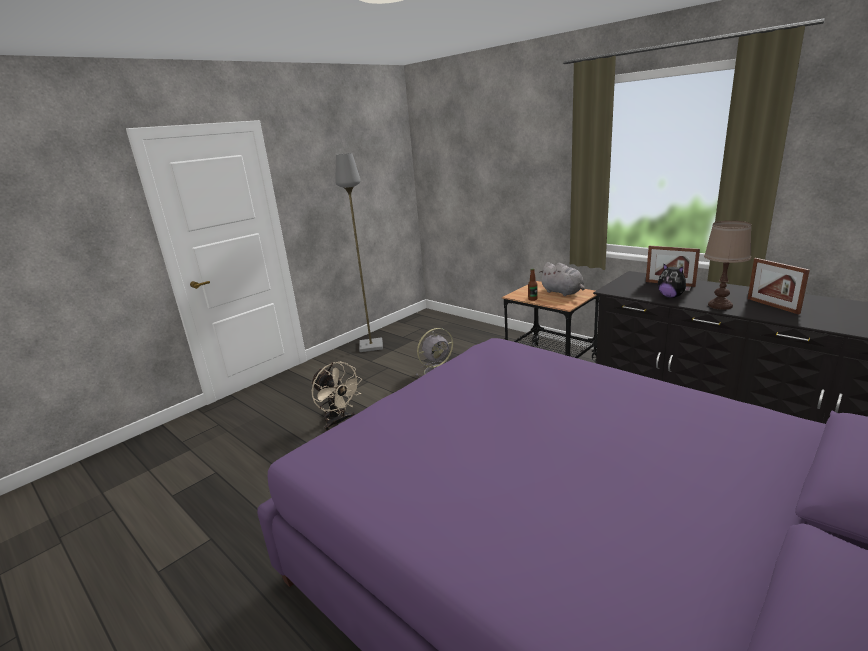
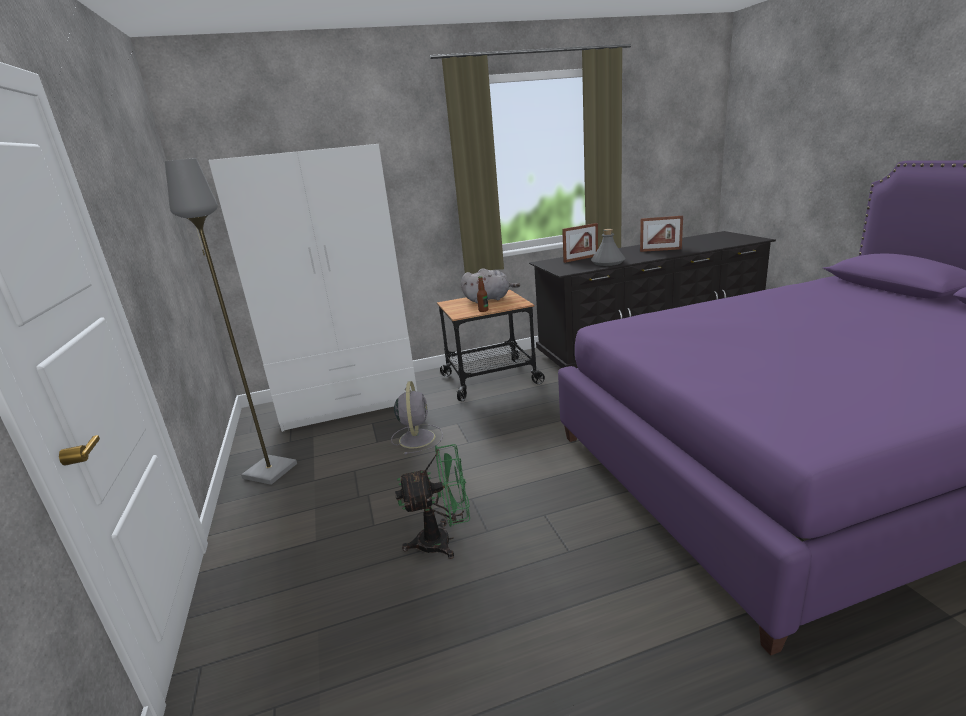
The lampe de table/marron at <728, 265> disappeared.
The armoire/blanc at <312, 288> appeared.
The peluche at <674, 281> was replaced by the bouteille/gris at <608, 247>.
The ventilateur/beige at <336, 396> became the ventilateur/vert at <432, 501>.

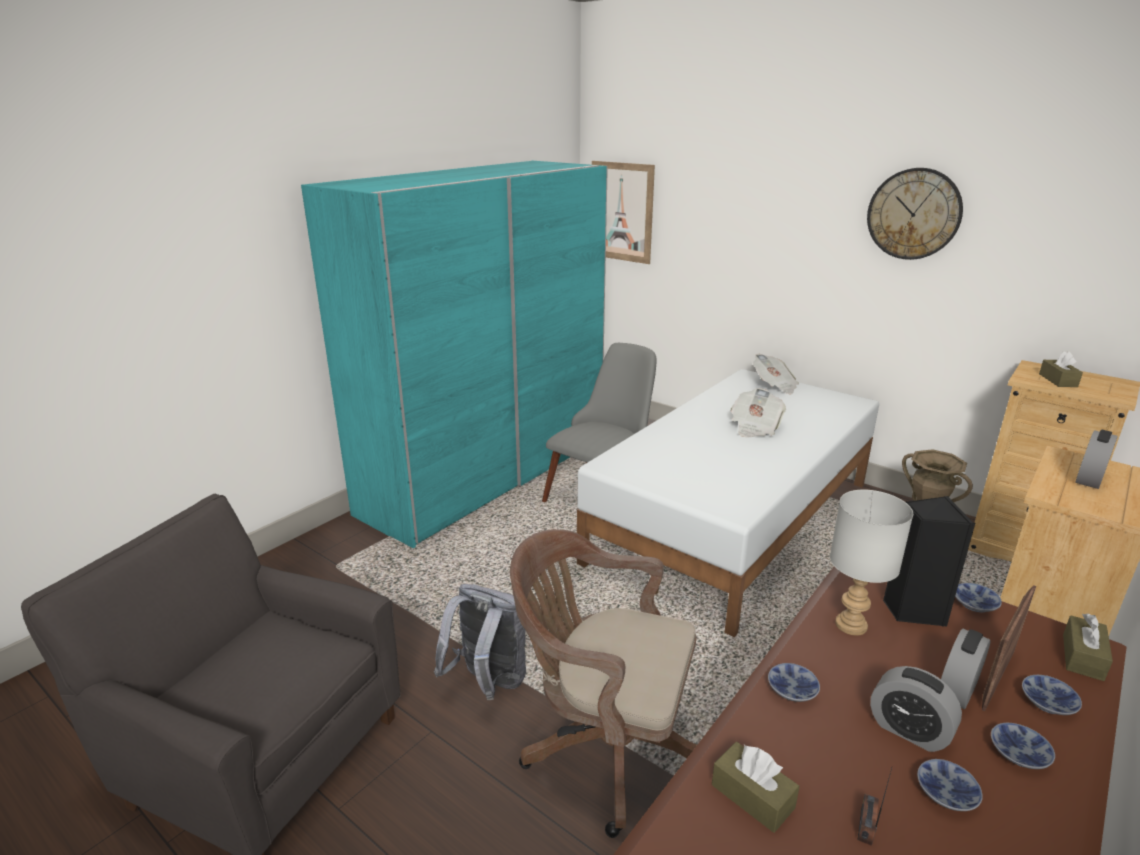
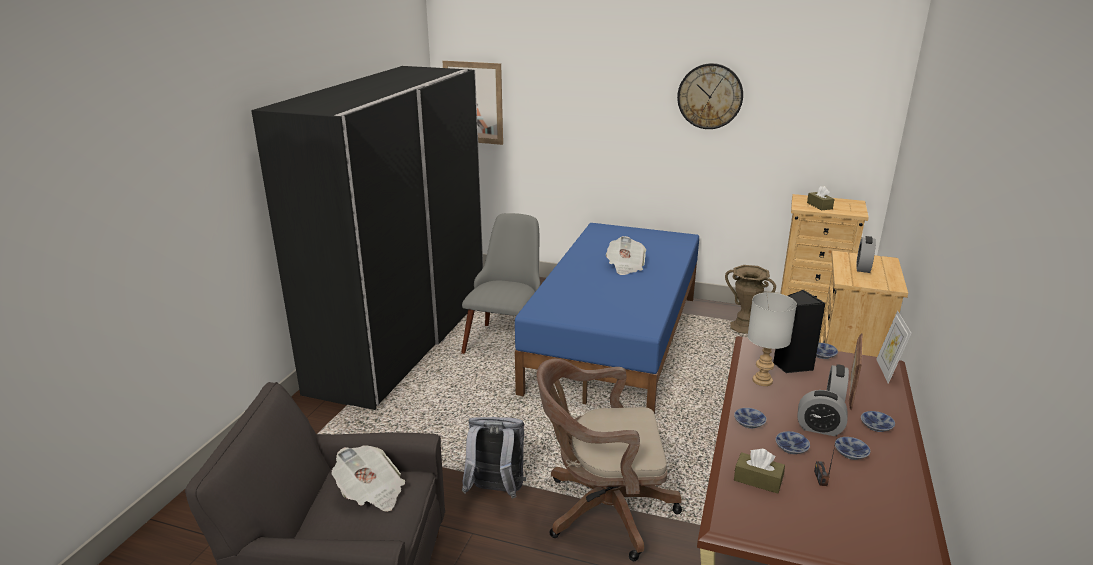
The journal moved from <776, 374> to <369, 478>.
The bol moved from <1052, 695> to <793, 442>.
The boîte à mouchoirs/marron at <1088, 647> was replaced by the cadre photo at <893, 347>.
The armoire/turquoise at <454, 354> became the armoire/noir at <367, 238>.
The lit/blanc at <728, 503> became the lit/bleu at <607, 318>.

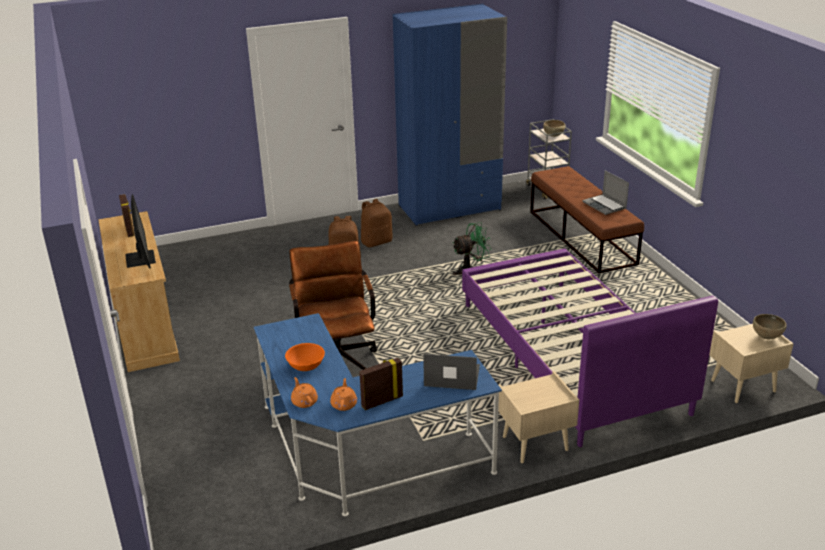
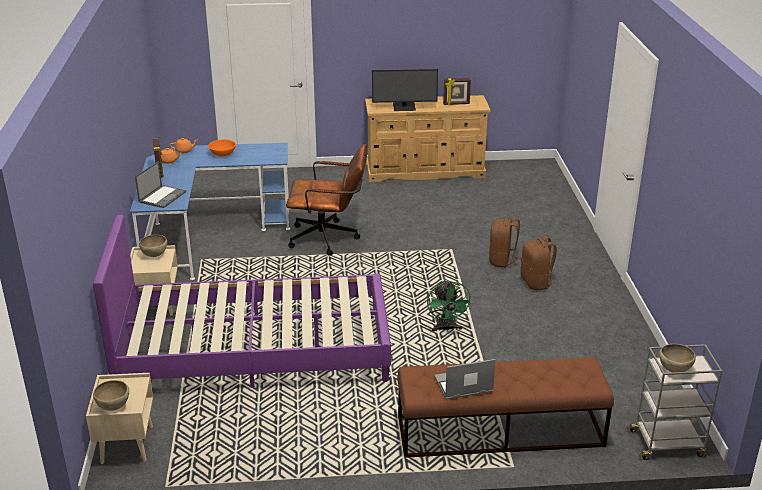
The armoire/bleu at <450, 115> disappeared.
The bol/marron at <153, 246> appeared.

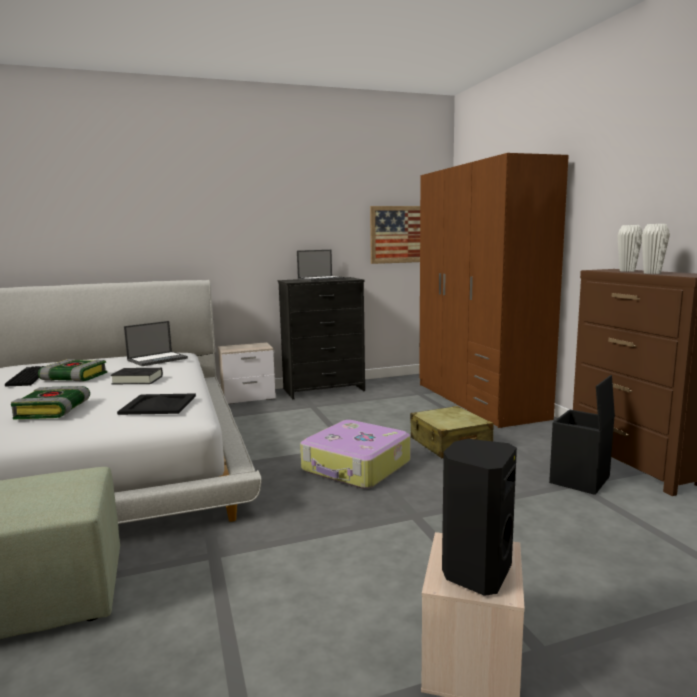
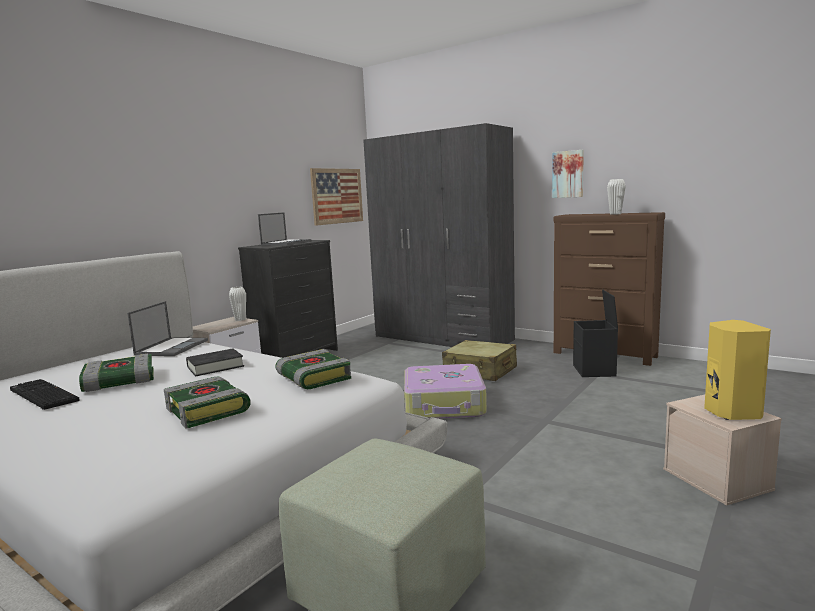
The tableau at <568, 174> appeared.
The vase/blanc moved from <630, 248> to <237, 304>.
The plateau/noir at <156, 404> was replaced by the livre at <313, 369>.
The armoire/marron at <494, 290> became the armoire/gris at <439, 235>.
The enceinte/noir at <479, 517> became the enceinte/jaune at <737, 370>.

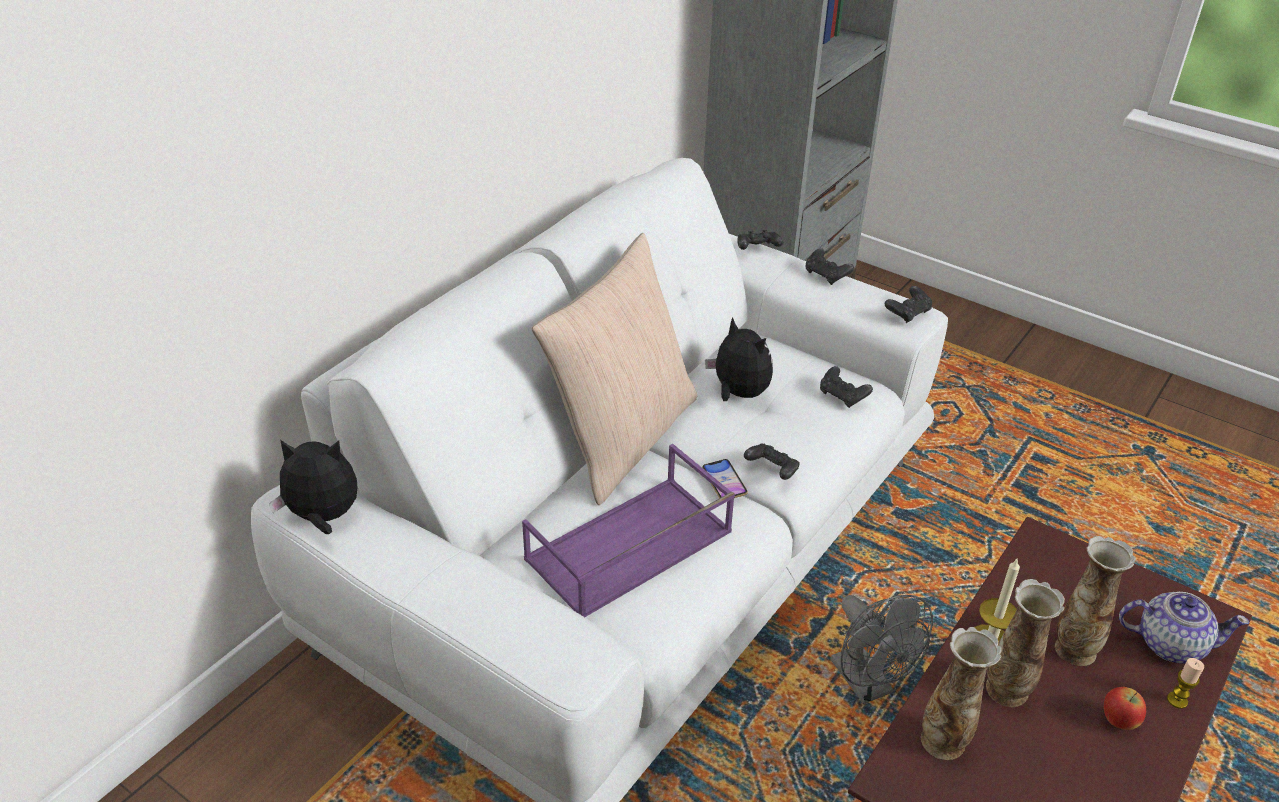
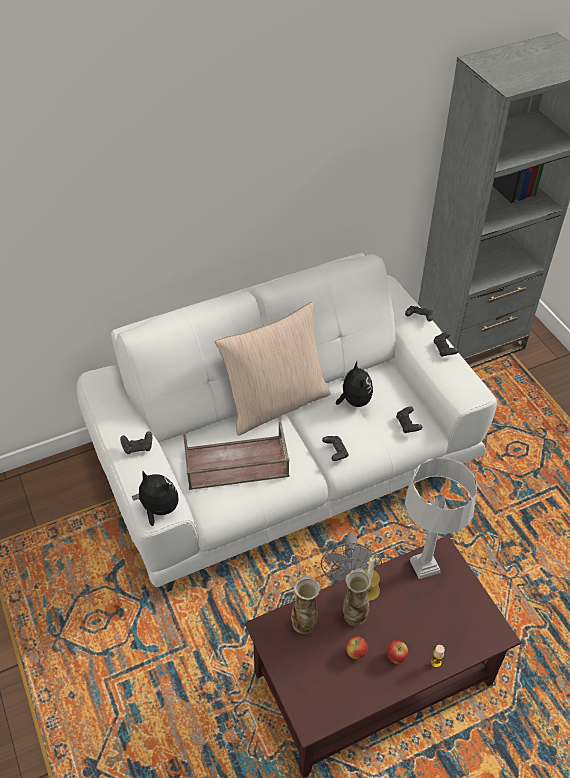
The téléphone at <725, 478> disappeared.
The vase at <1095, 601> disappeared.
The théière at <1184, 628> disappeared.
The pomme at <357, 647> appeared.
The lampe de table/gris at <441, 518> appeared.
The peluche moved from <313, 487> to <155, 498>.
The manette/noir moved from <908, 304> to <136, 443>.
The plateau/violet at <628, 530> became the plateau/marron at <236, 455>.

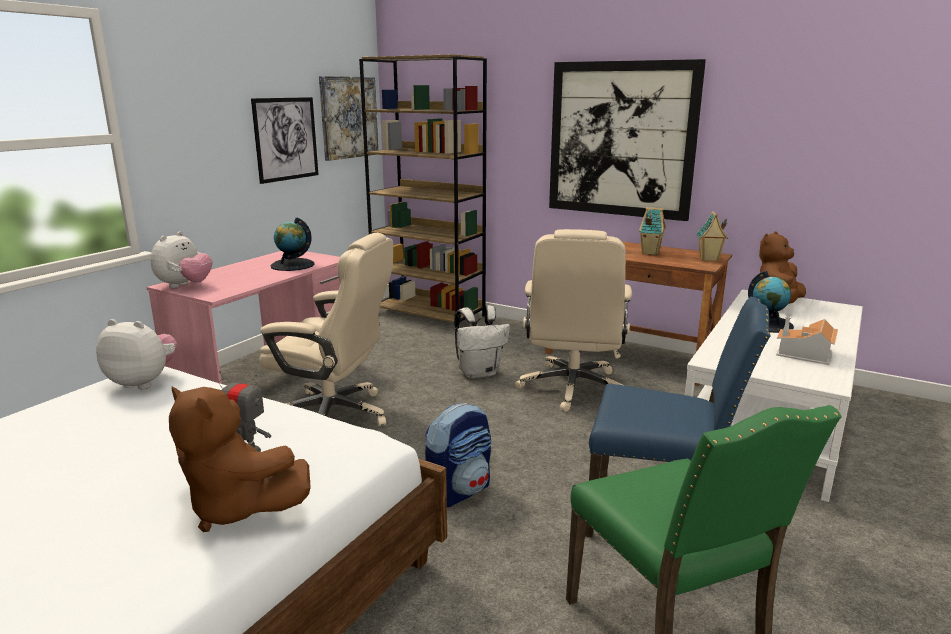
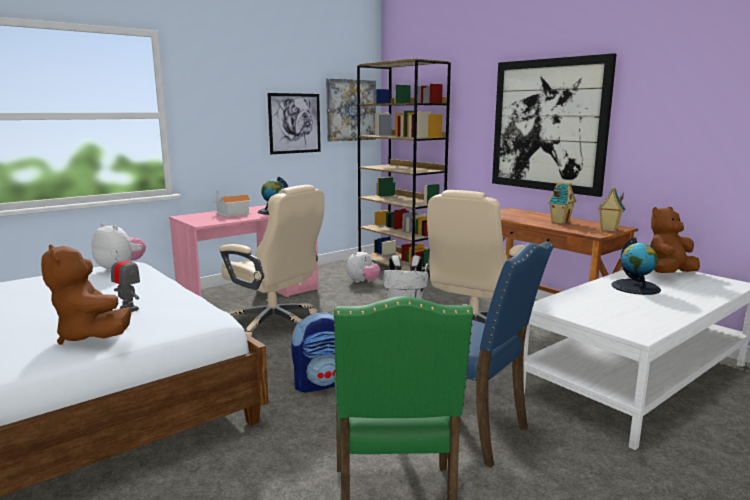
The peluche moved from <181, 259> to <363, 266>.
The maison miniature moved from <807, 340> to <234, 203>.

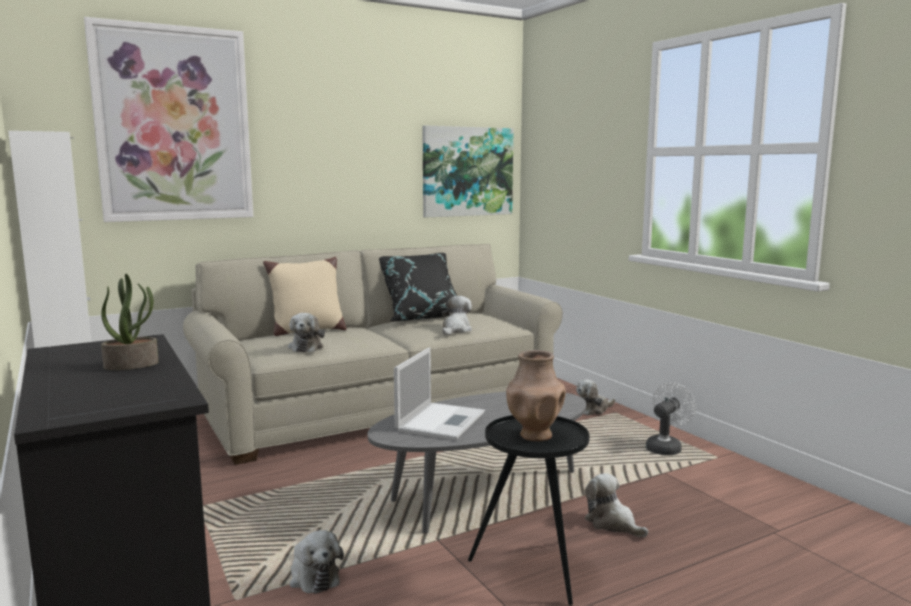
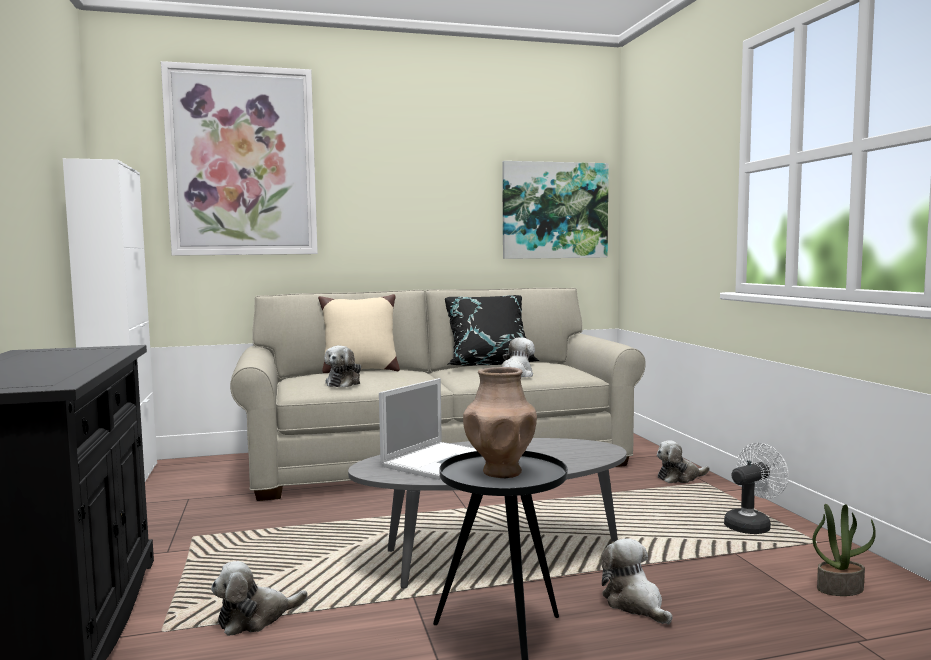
The plante en pot moved from <130, 322> to <844, 550>.
The peluche at <317, 562> turned 75 degrees clockwise.

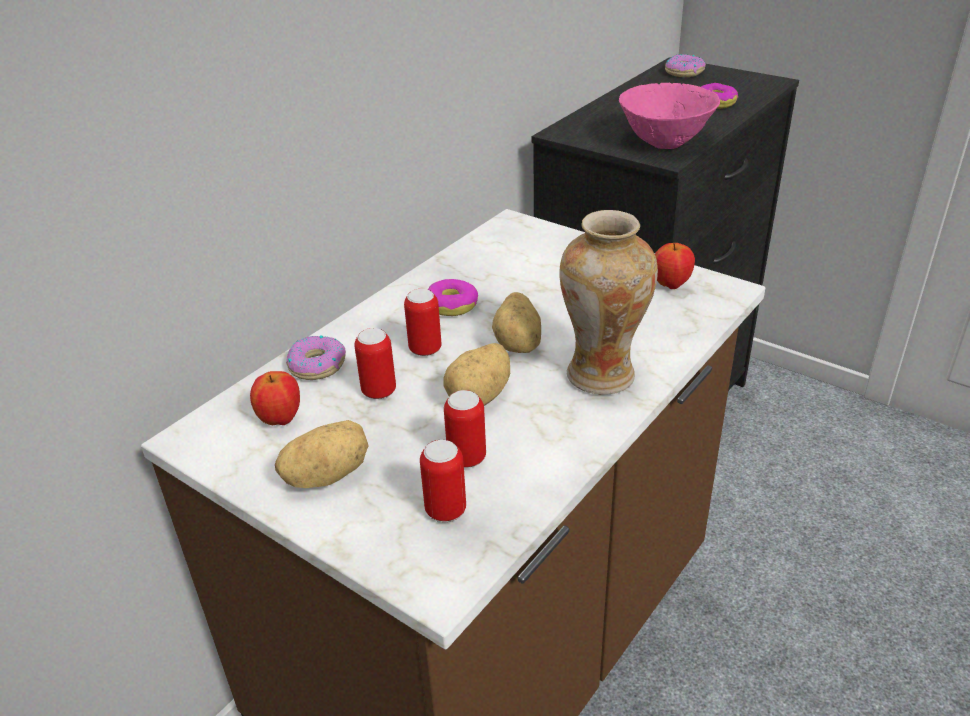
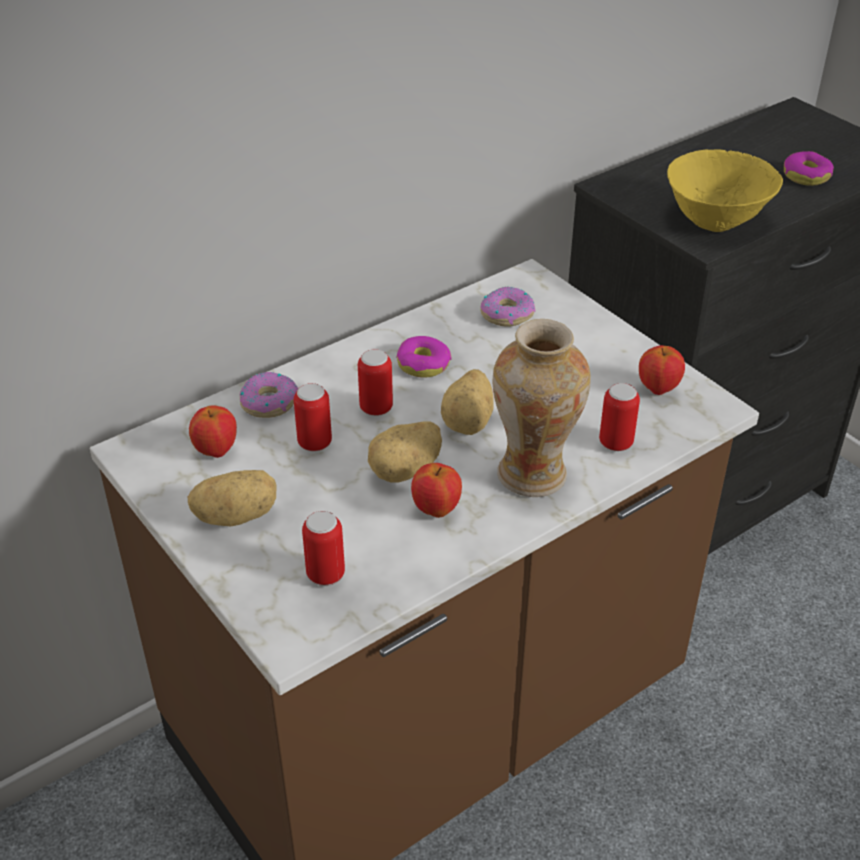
The pomme at <436, 490> appeared.
The boîte métallique moved from <465, 429> to <619, 417>.
The beignet moved from <685, 65> to <507, 307>.
The bol/rose at <669, 116> became the bol/jaune at <725, 190>.

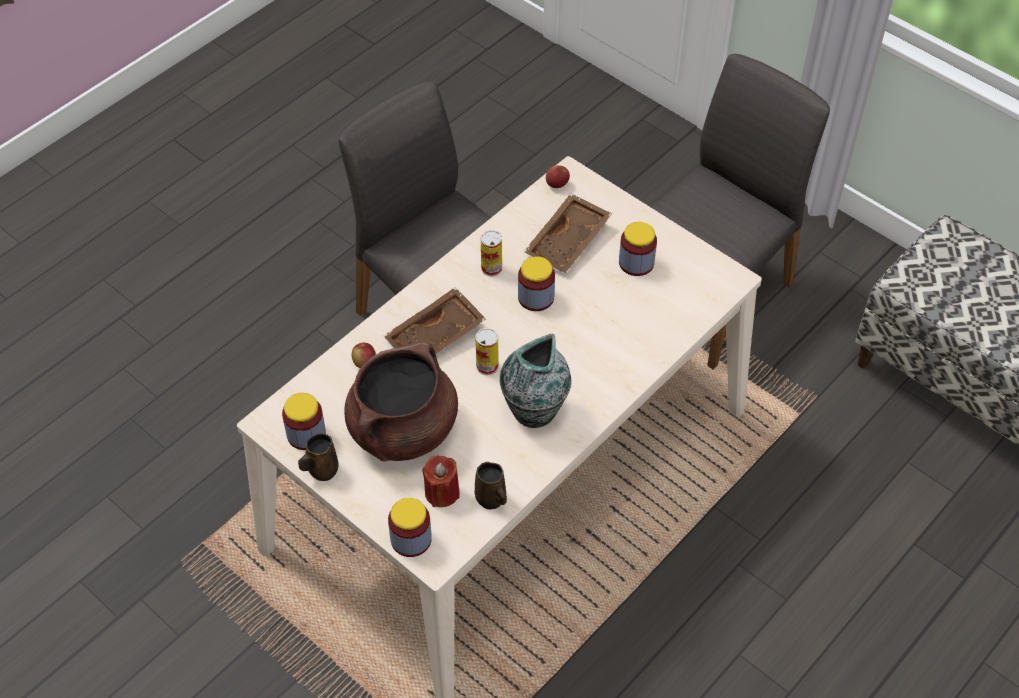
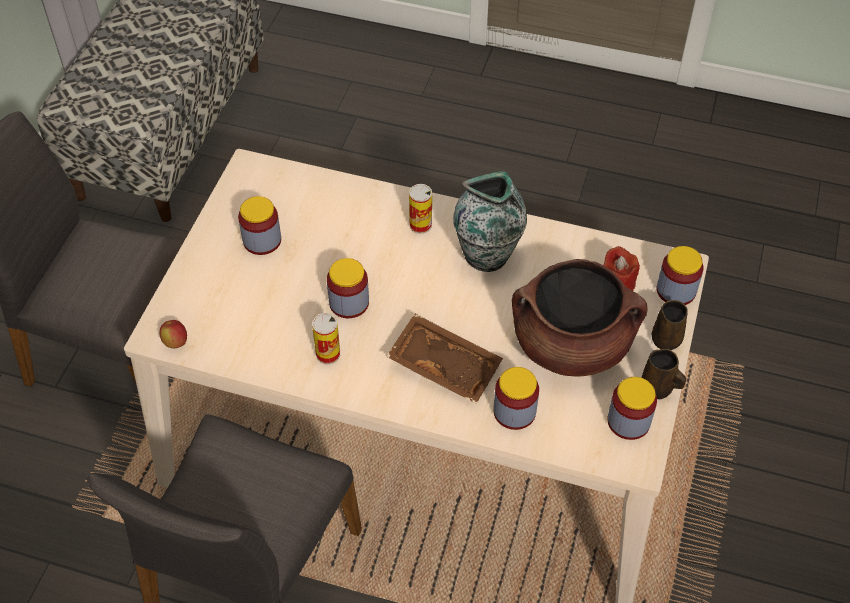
The plateau/marron at <568, 233> disappeared.
The boîte métallique moved from <487, 351> to <420, 209>.
The mug/marron moved from <491, 486> to <670, 325>.
The pomme at <364, 355> was replaced by the bocal at <516, 398>.

